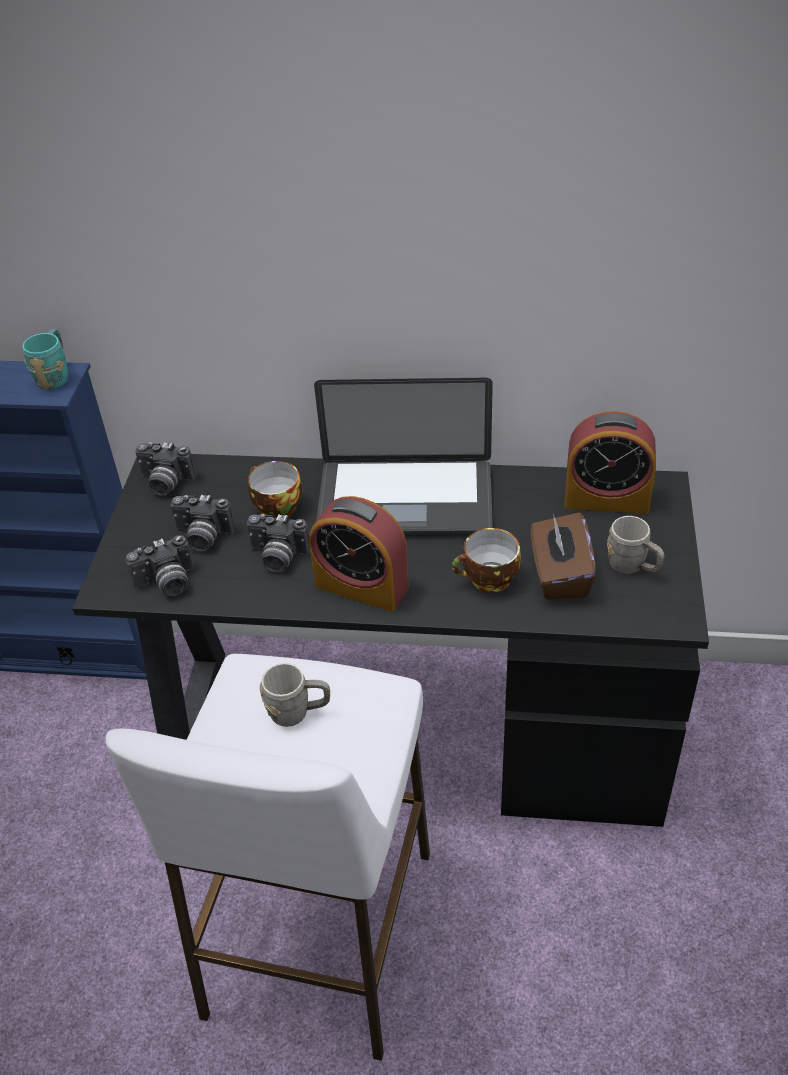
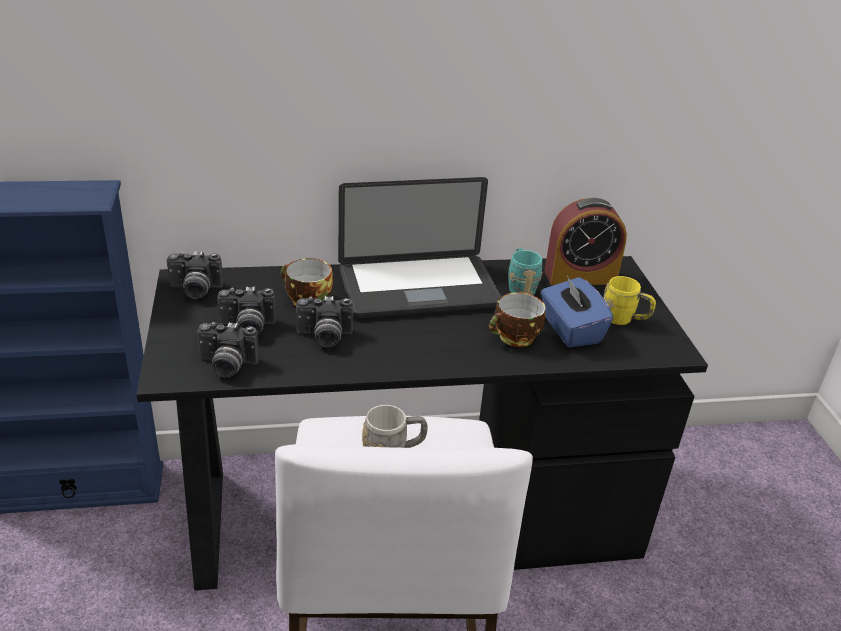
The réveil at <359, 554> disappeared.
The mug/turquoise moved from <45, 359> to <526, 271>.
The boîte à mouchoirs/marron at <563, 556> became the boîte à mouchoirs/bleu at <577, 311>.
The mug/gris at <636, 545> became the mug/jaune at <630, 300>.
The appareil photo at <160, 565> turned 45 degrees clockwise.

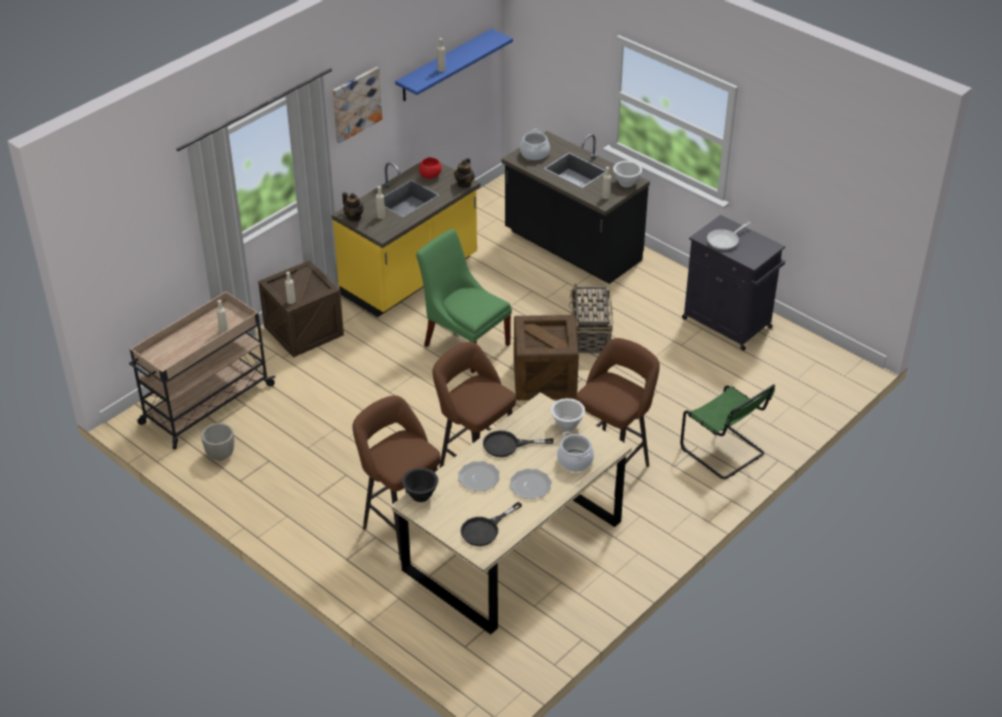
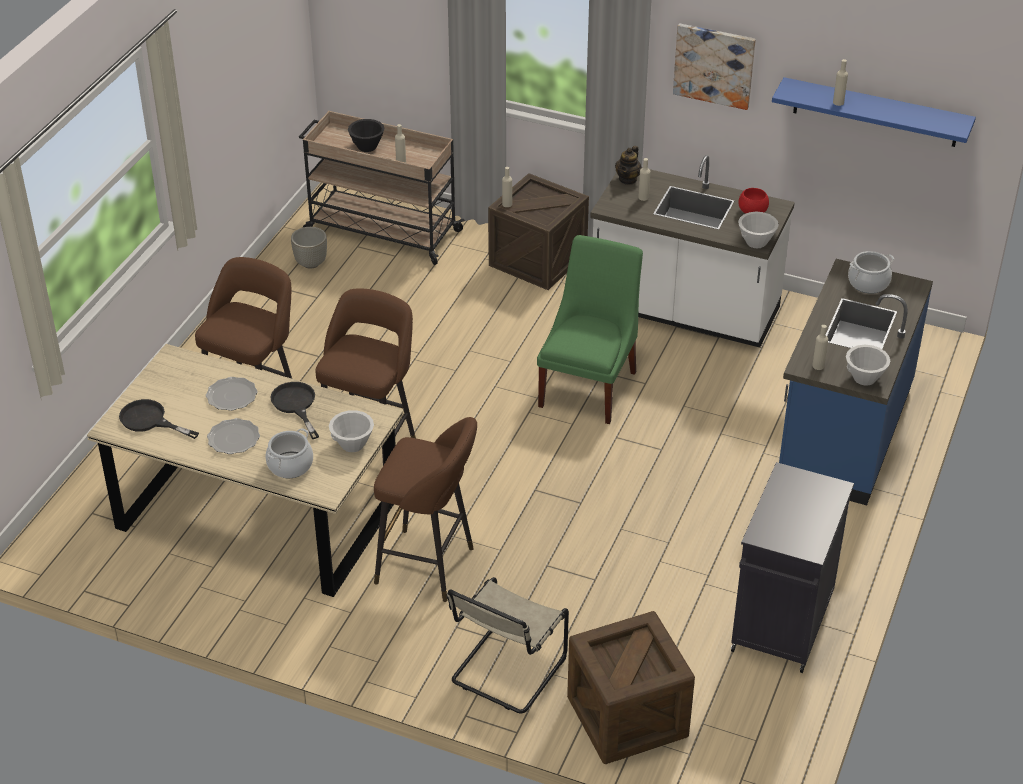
The panier at <591, 318> disappeared.
The poêle at <728, 236> disappeared.
The bol/noir moved from <420, 485> to <366, 135>.
The caisse moved from <546, 357> to <631, 687>.
The théière at <464, 173> was replaced by the bol/blanc at <758, 230>.
The comptoir de cuisine/jaune at <406, 237> became the comptoir de cuisine/blanc at <692, 251>.
The comptoir de cuisine/noir at <575, 207> became the comptoir de cuisine/bleu at <856, 382>.
The chaise/vert at <727, 431> became the chaise/beige at <508, 645>.

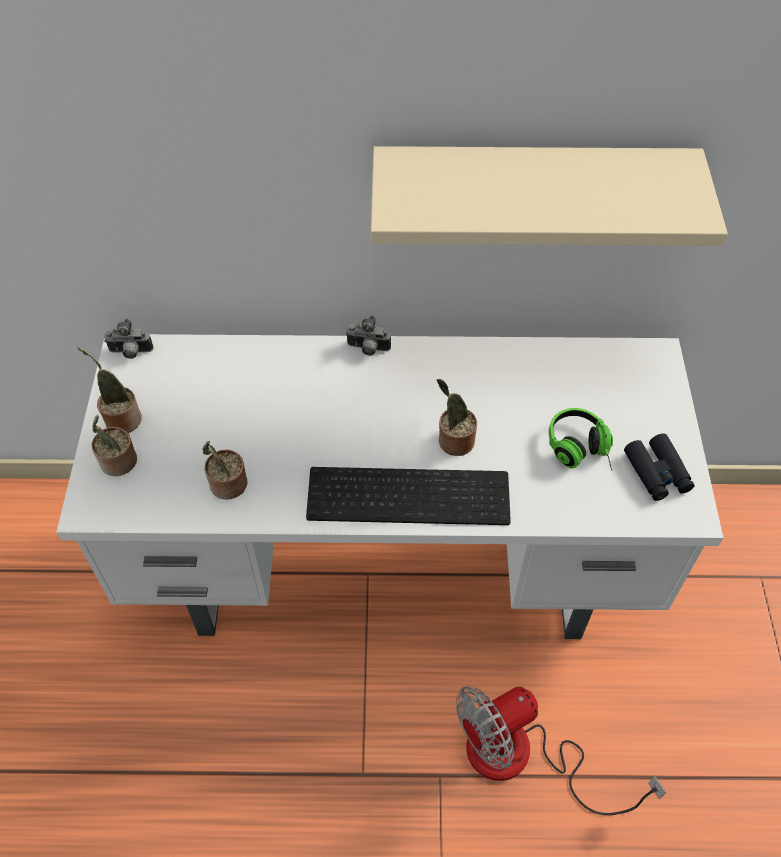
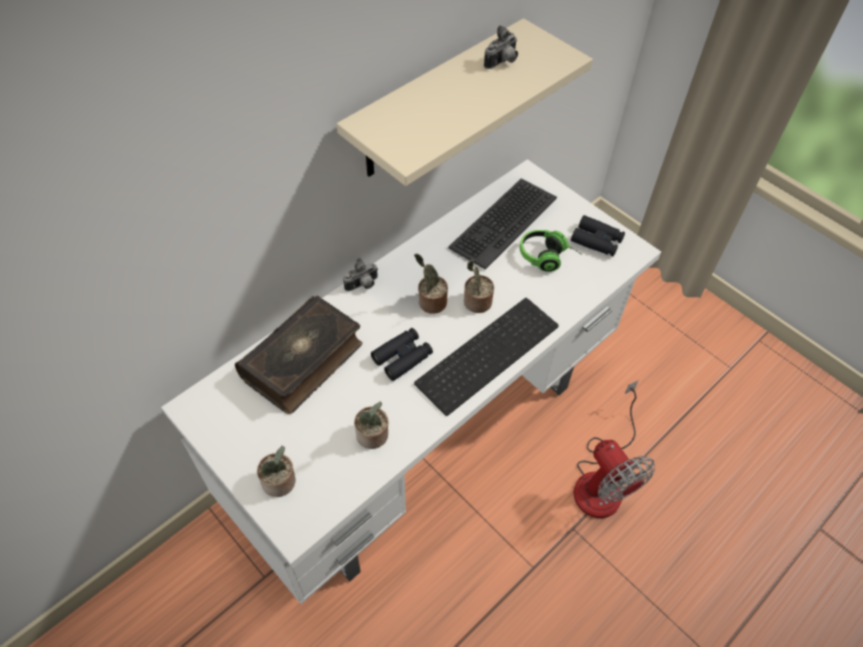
The livre at <299, 355> appeared.
The jumelles/noir at <402, 354> appeared.
The clavier at <502, 224> appeared.
The plante en pot moved from <110, 390> to <431, 283>.
The appareil photo moved from <129, 339> to <501, 47>.
The ventilateur at <561, 750> turned 45 degrees counterclockwise.

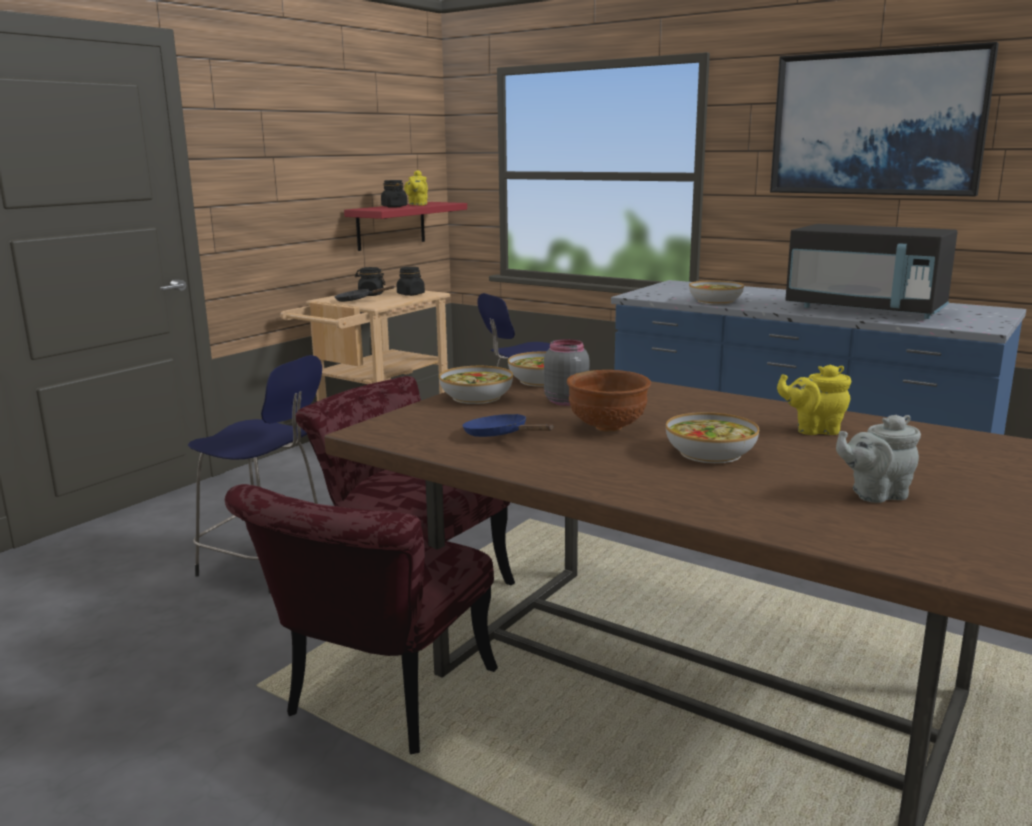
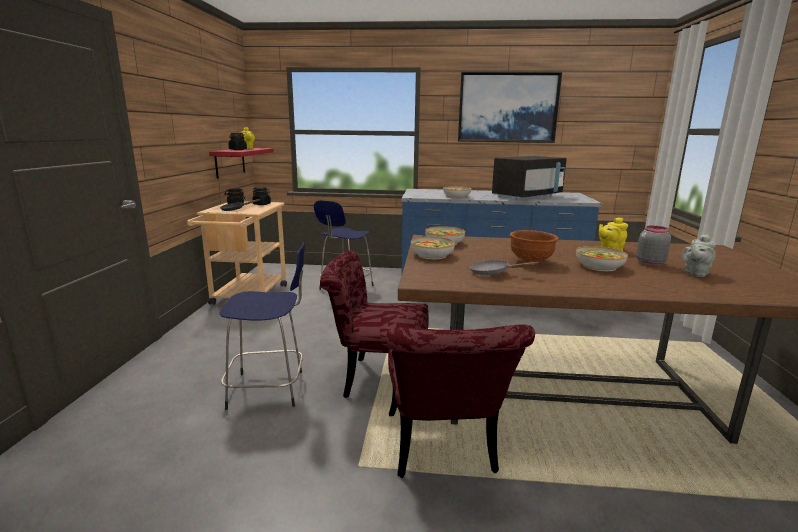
The bocal/gris moved from <566, 372> to <653, 246>.
The poêle/bleu at <508, 425> became the poêle/gris at <504, 267>.
The micro-ondes/noir at <871, 271> turned 45 degrees counterclockwise.

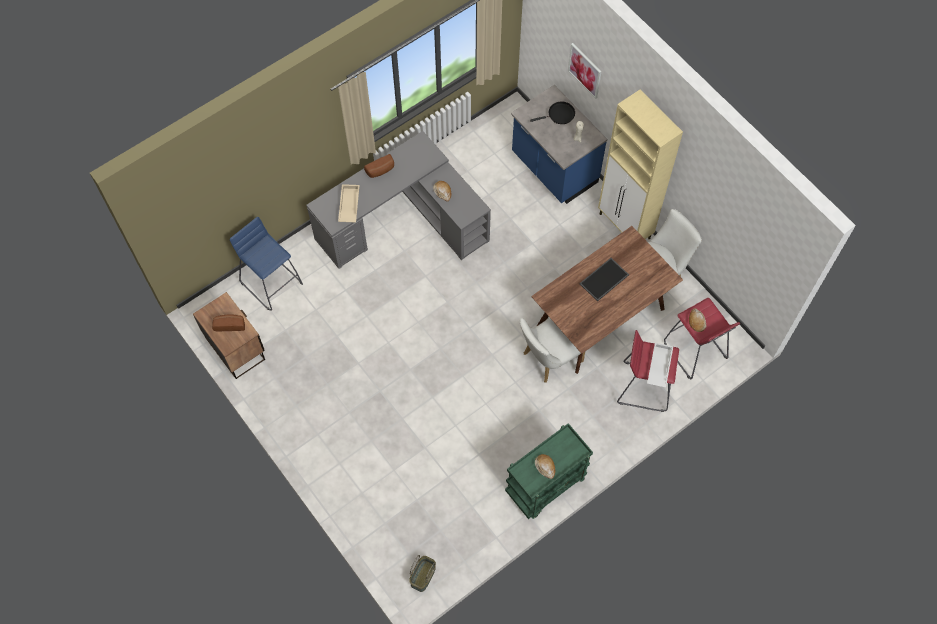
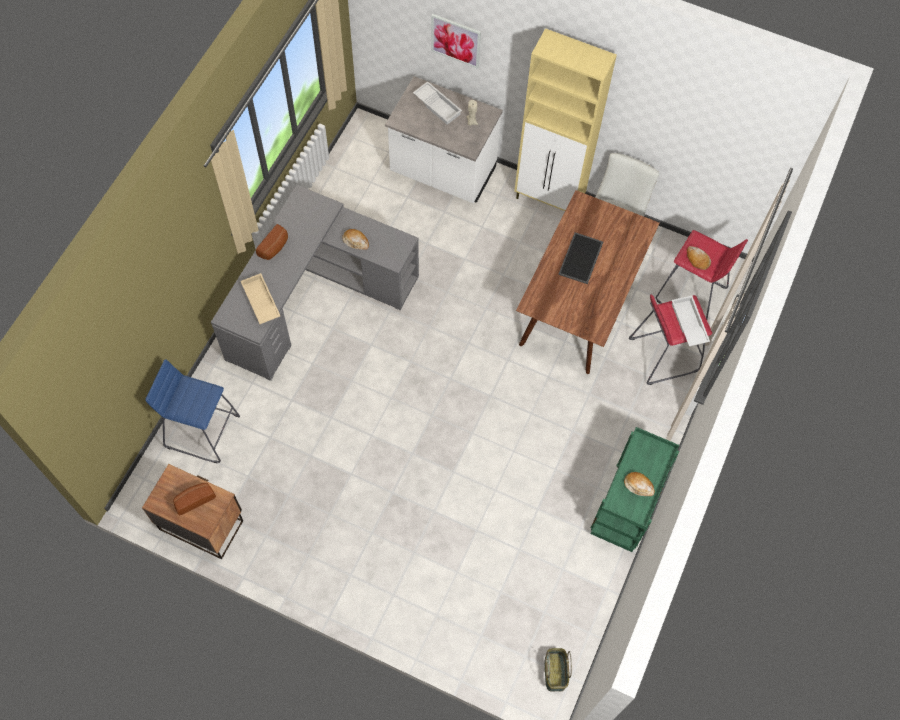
The chaise/blanc at <552, 350> disappeared.
The poêle/noir at <552, 112> was replaced by the plateau/blanc at <437, 103>.
The comptoir de cuisine/bleu at <559, 144> became the comptoir de cuisine/blanc at <444, 139>.

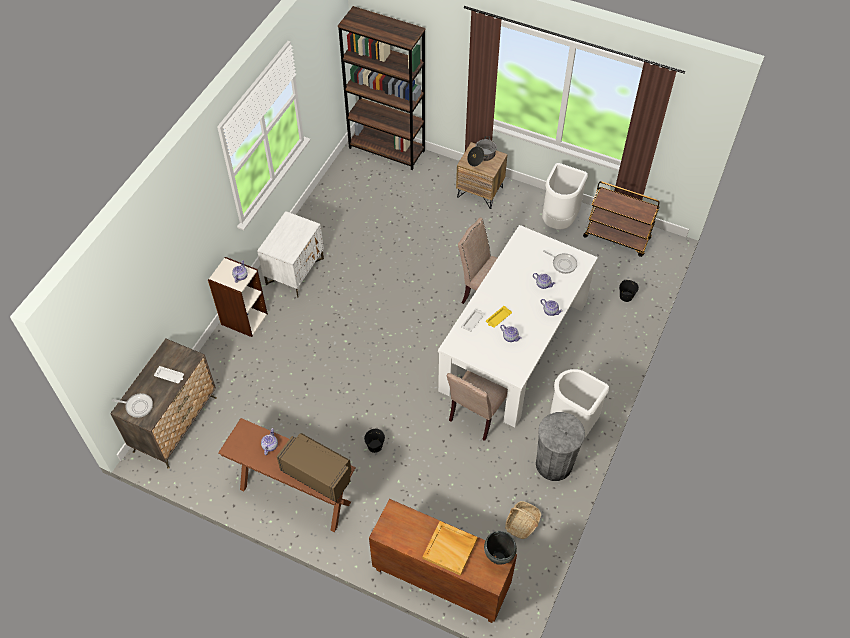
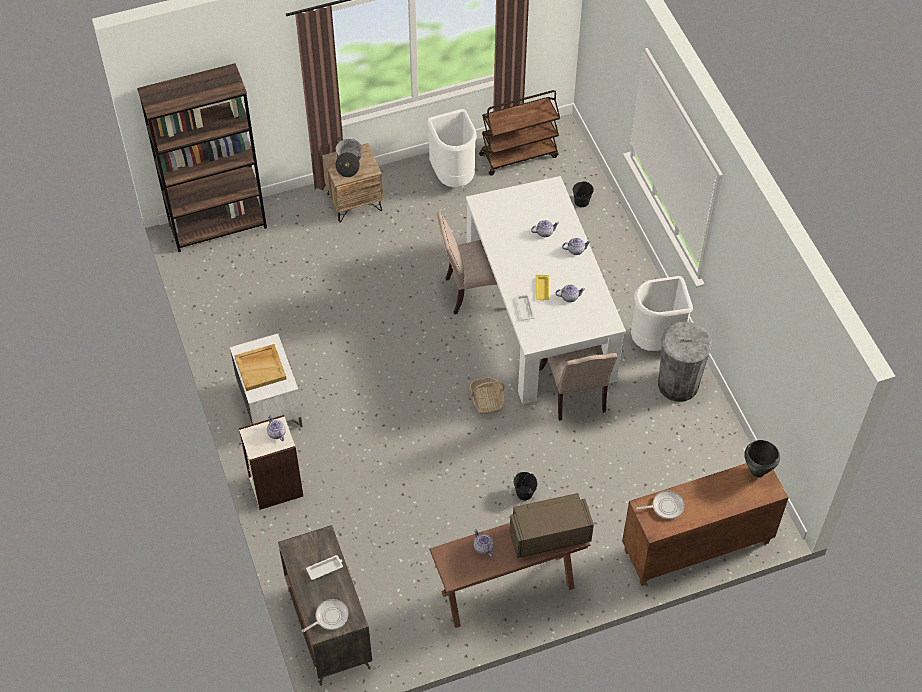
The plateau/beige moved from <450, 548> to <260, 367>.
The panier moved from <523, 520> to <487, 395>.
The poêle moved from <560, 262> to <660, 505>.

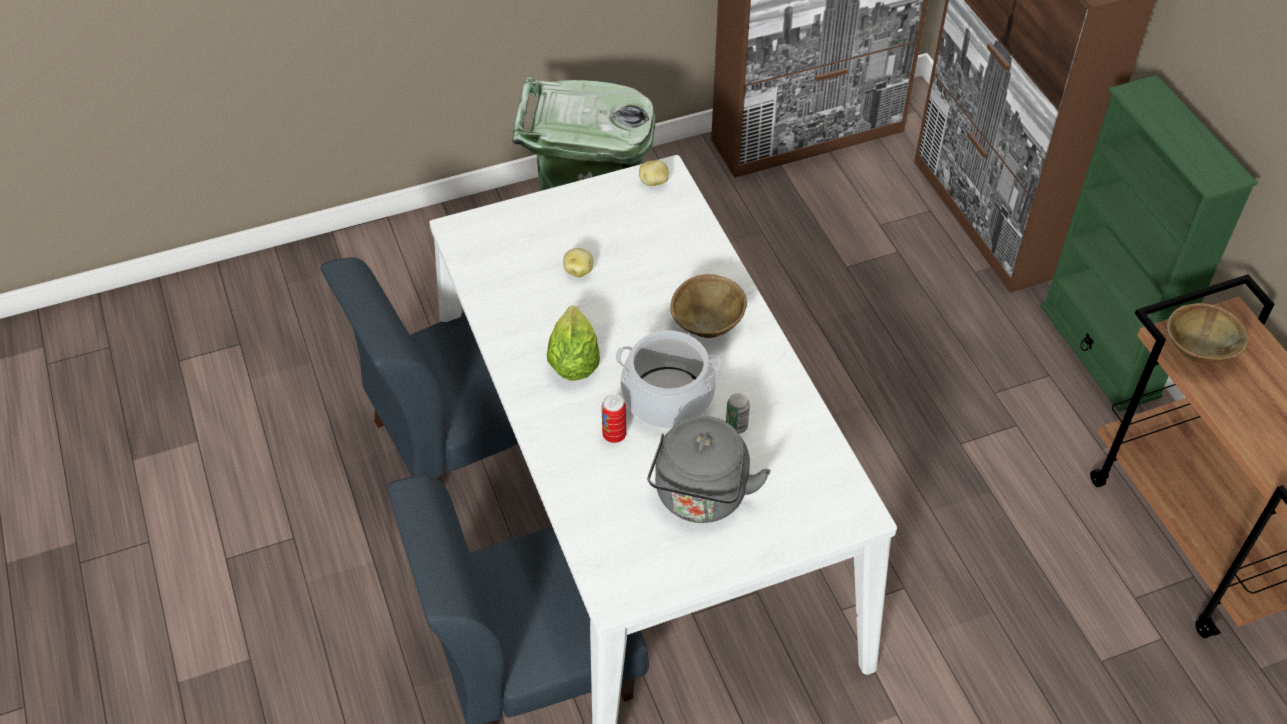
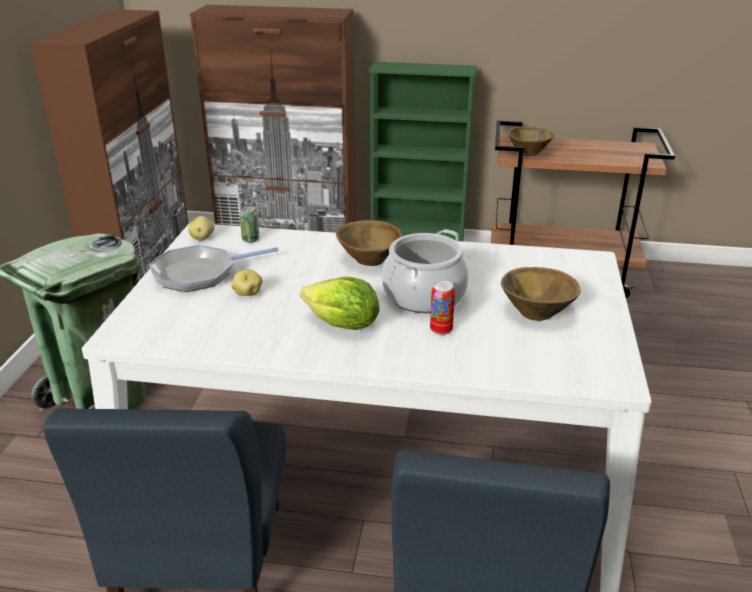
The poêle at <214, 268> appeared.
The boîte métallique moved from <738, 413> to <250, 225>.
The bouilloire/gris at <709, 469> was replaced by the bol/marron at <540, 294>.

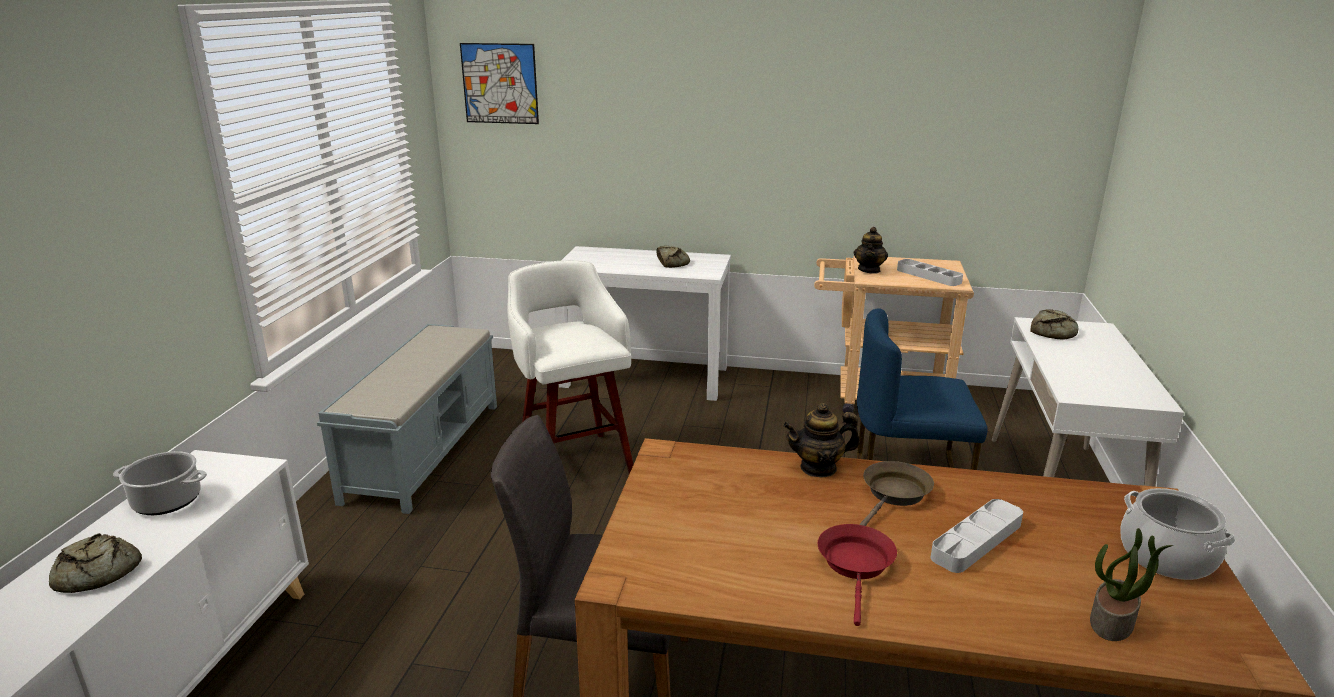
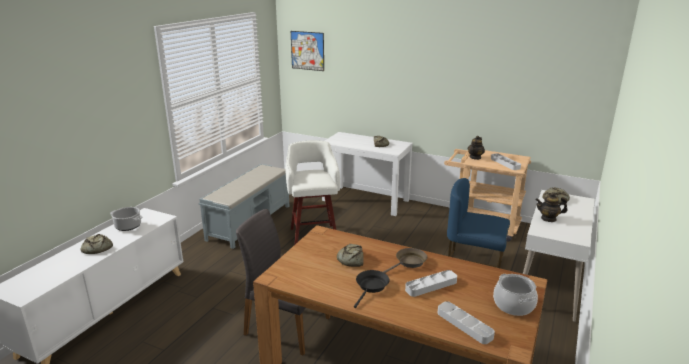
The pain at <350, 255> appeared.
The théière moved from <821, 440> to <552, 207>.
The plante en pot at <1132, 584> was replaced by the plateau/gris at <466, 322>.
The poêle/rouge at <857, 575> became the poêle/noir at <371, 289>.

